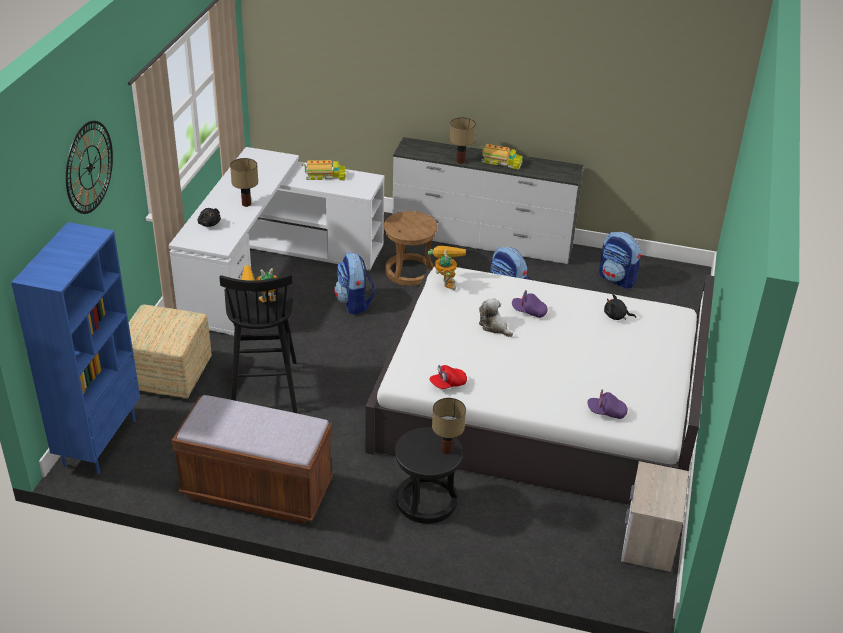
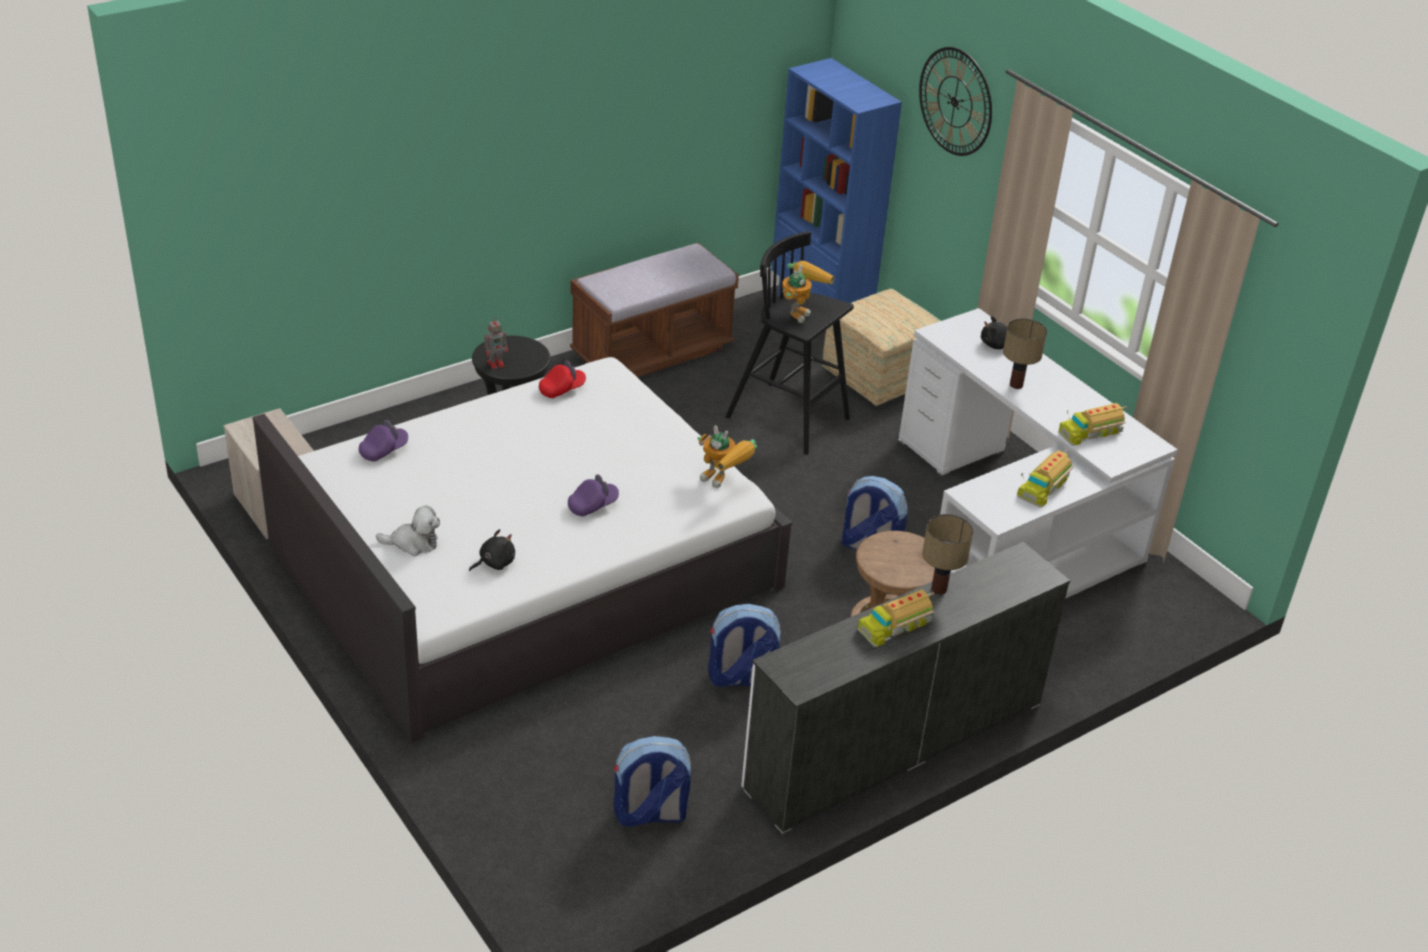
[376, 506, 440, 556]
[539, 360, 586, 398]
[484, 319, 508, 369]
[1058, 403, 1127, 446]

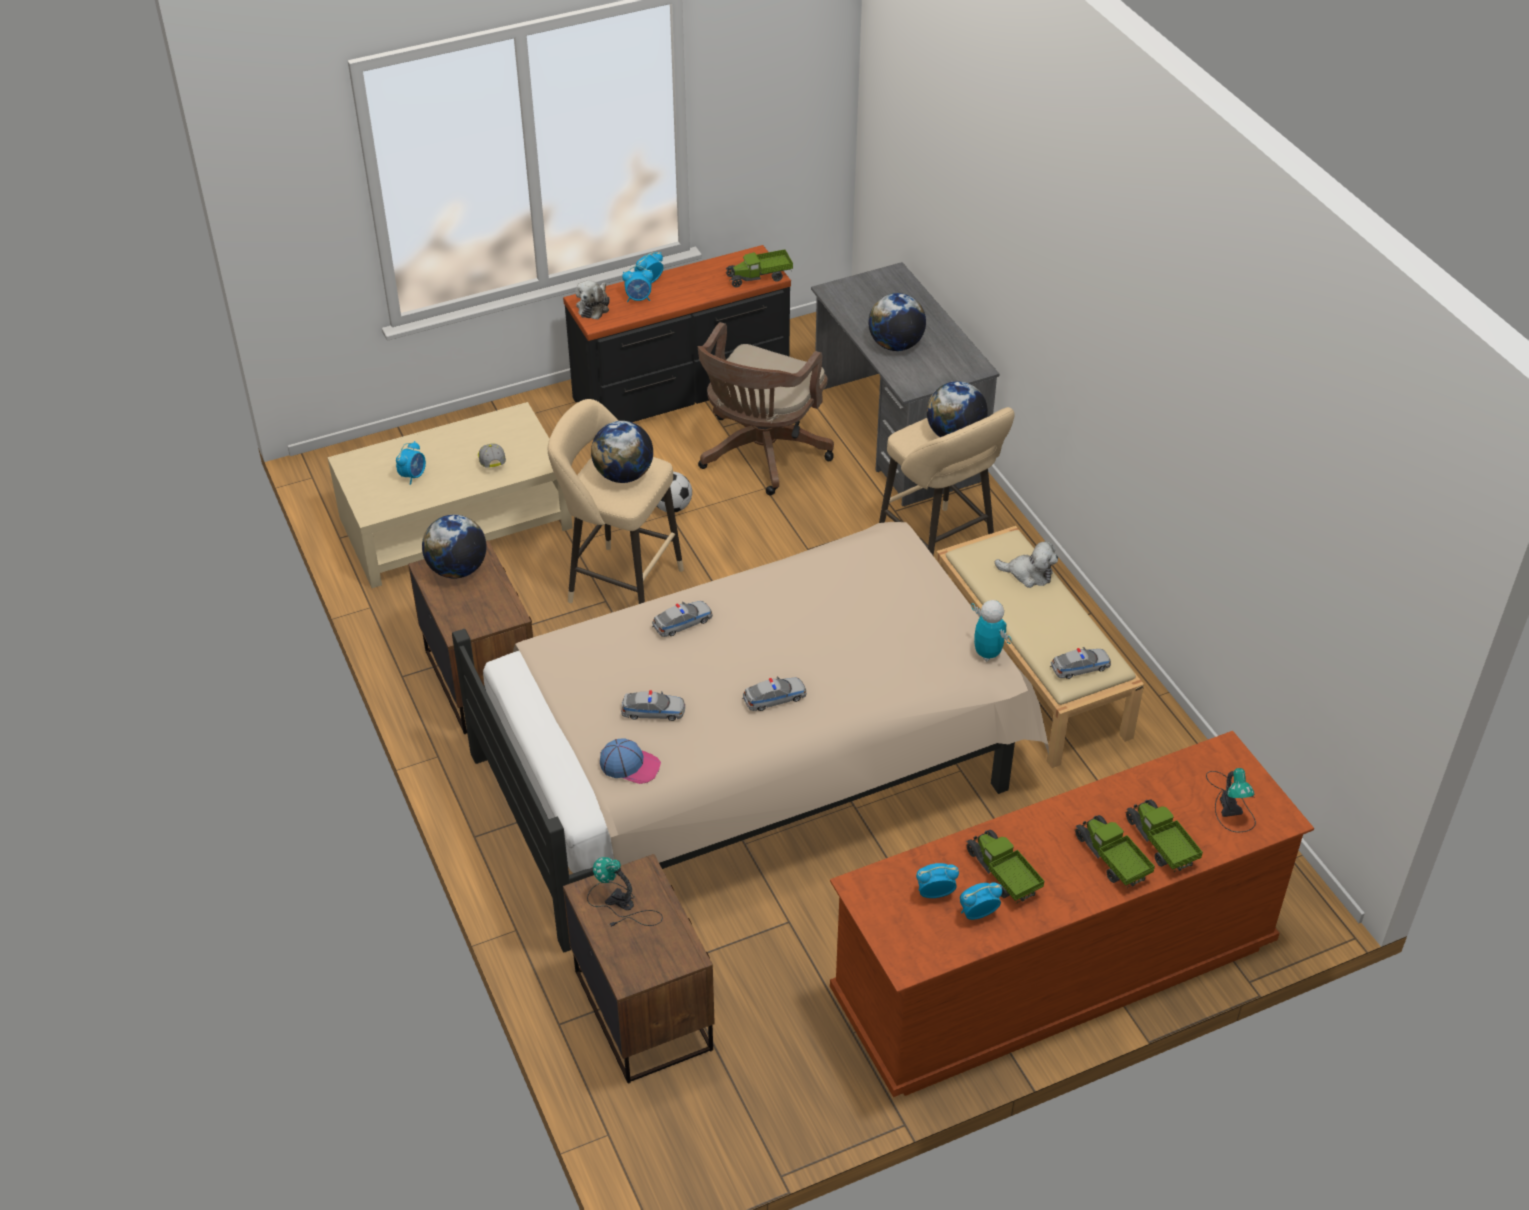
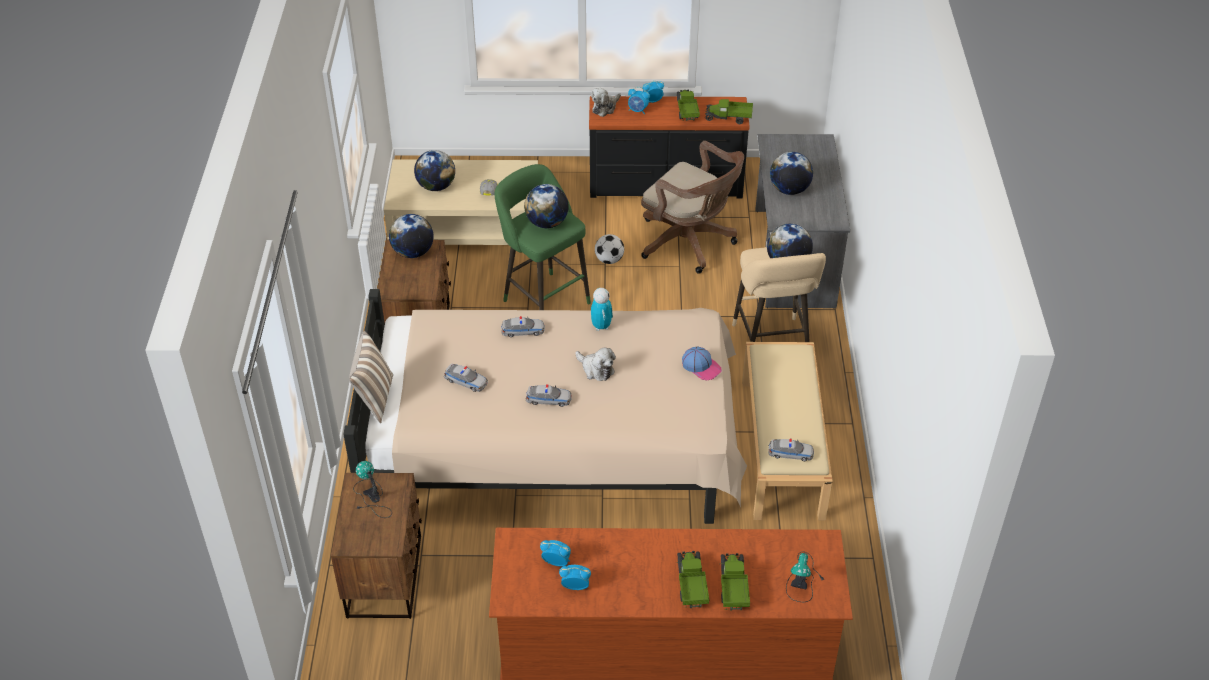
[641, 141, 744, 274]
[495, 164, 591, 310]
[414, 150, 455, 191]
[575, 347, 616, 381]
[591, 288, 613, 331]
[682, 346, 722, 380]
[676, 90, 700, 121]
[349, 331, 393, 423]

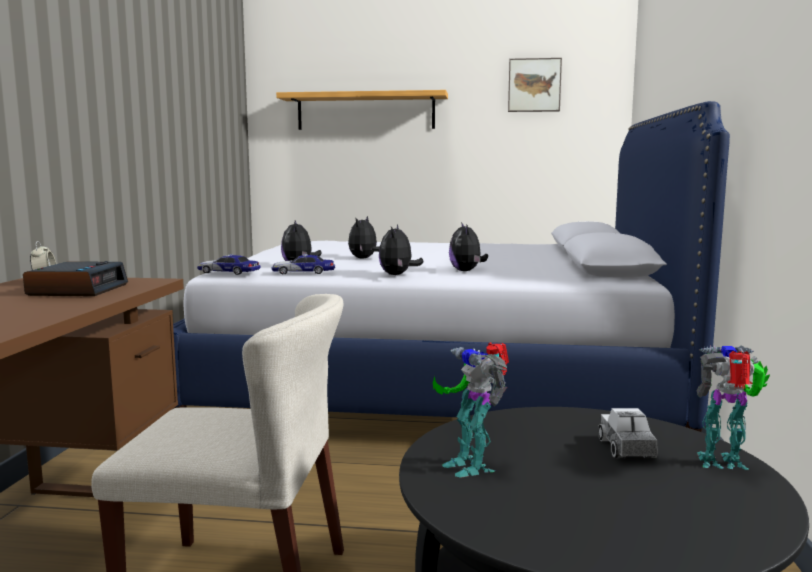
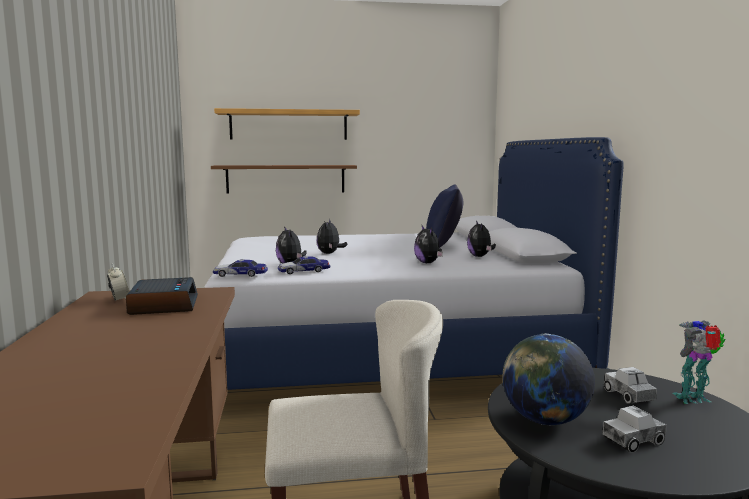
[508, 58, 562, 112] (first image)
[467, 221, 496, 257]
[502, 334, 595, 425]
[211, 165, 357, 194]
[426, 184, 463, 247]
[602, 406, 666, 453]

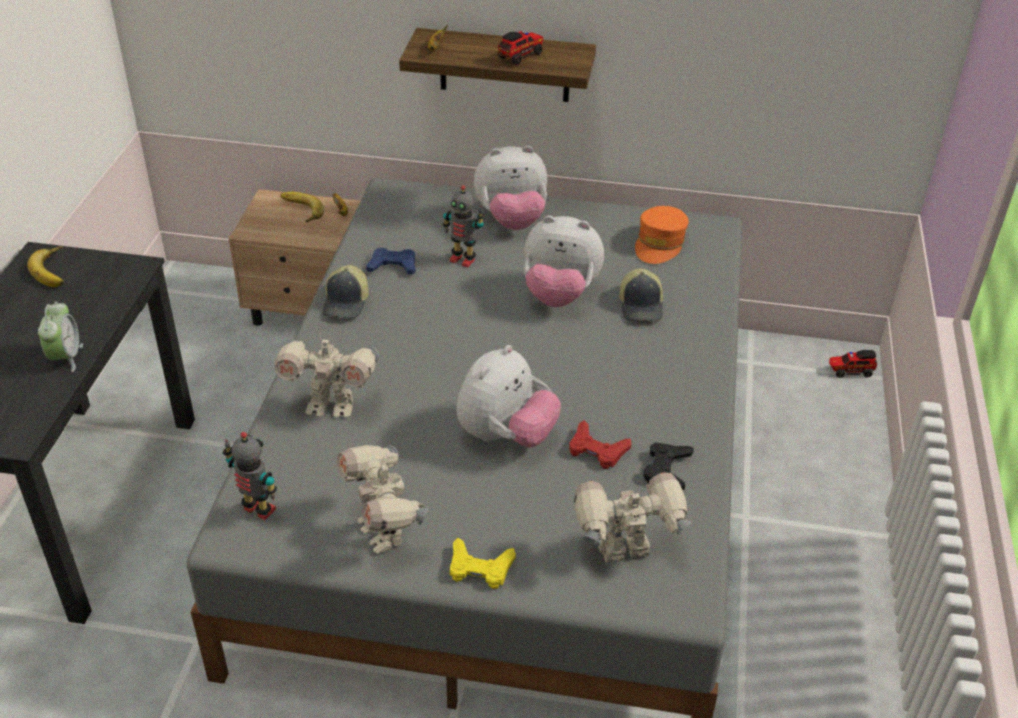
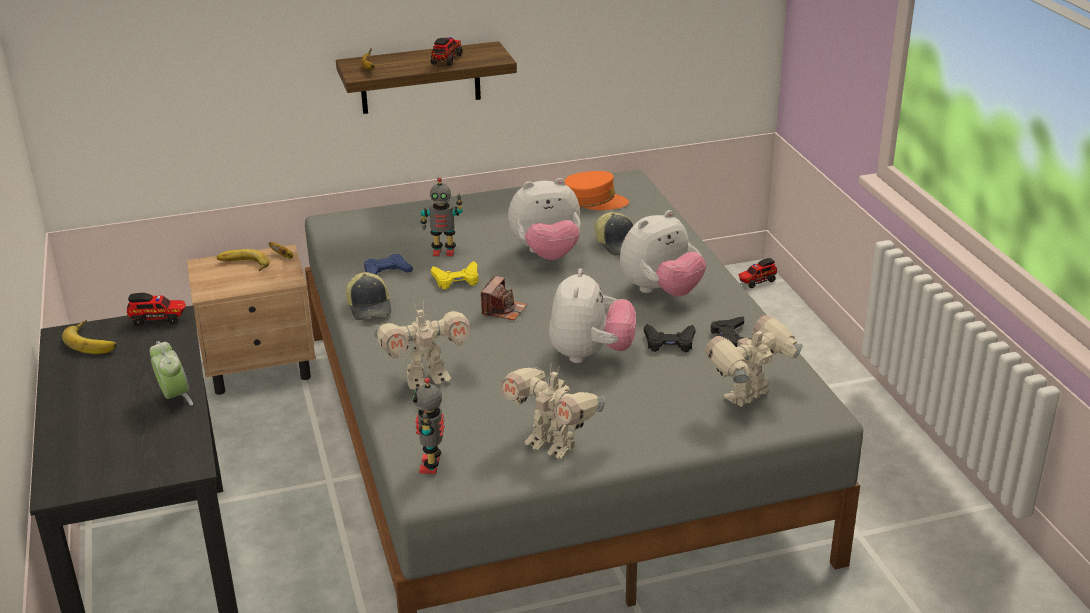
[620, 210, 706, 297]
[564, 171, 629, 210]
[644, 324, 696, 352]
[413, 378, 445, 474]
[431, 261, 478, 289]
[481, 276, 527, 320]
[127, 293, 186, 327]

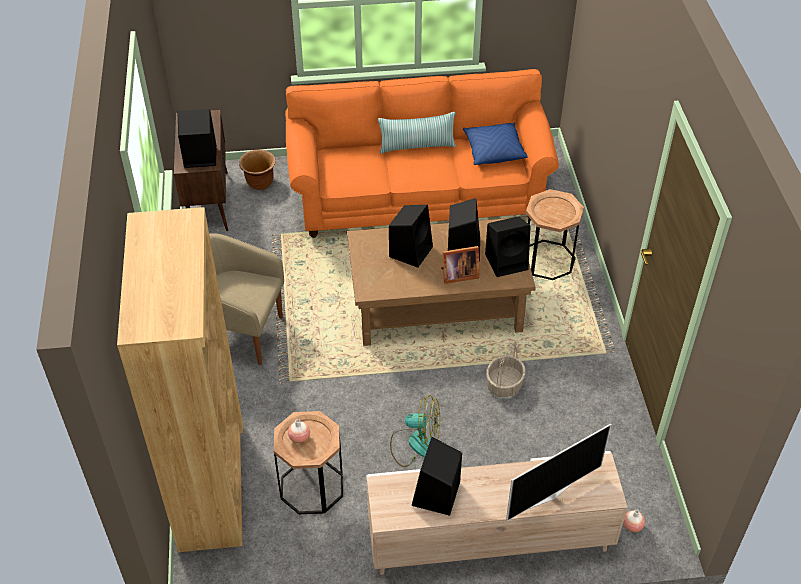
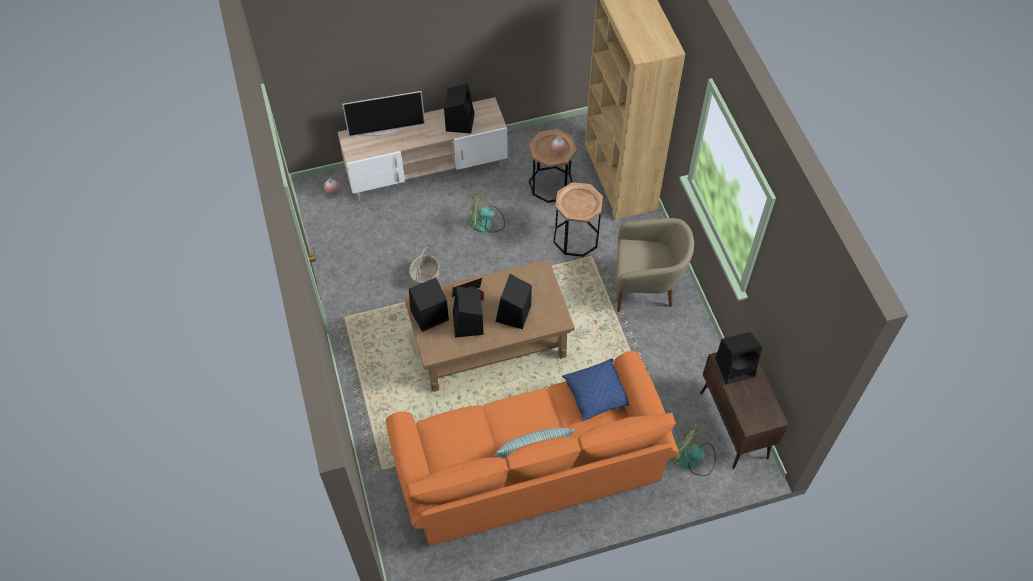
[562, 359, 629, 421]
[671, 427, 716, 476]
[553, 182, 603, 257]
[342, 91, 425, 137]

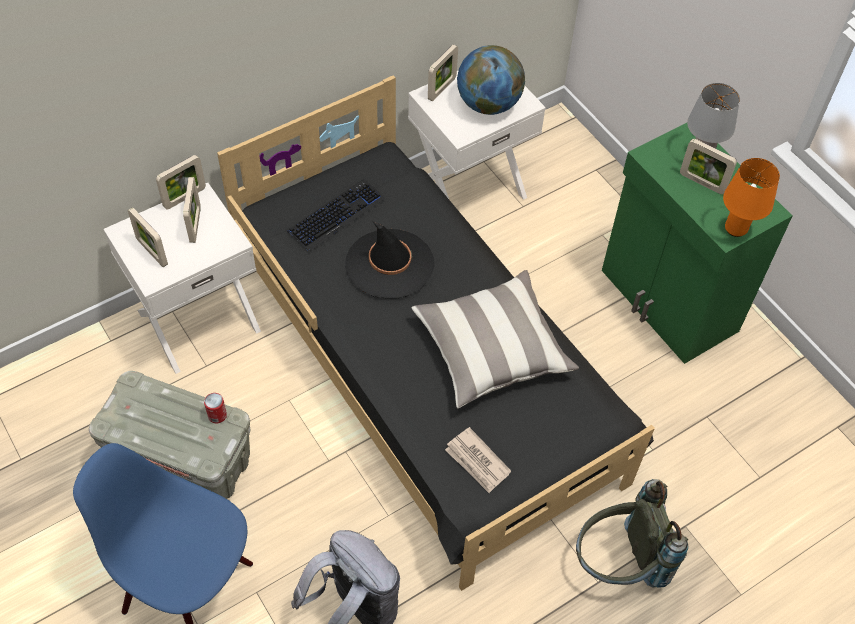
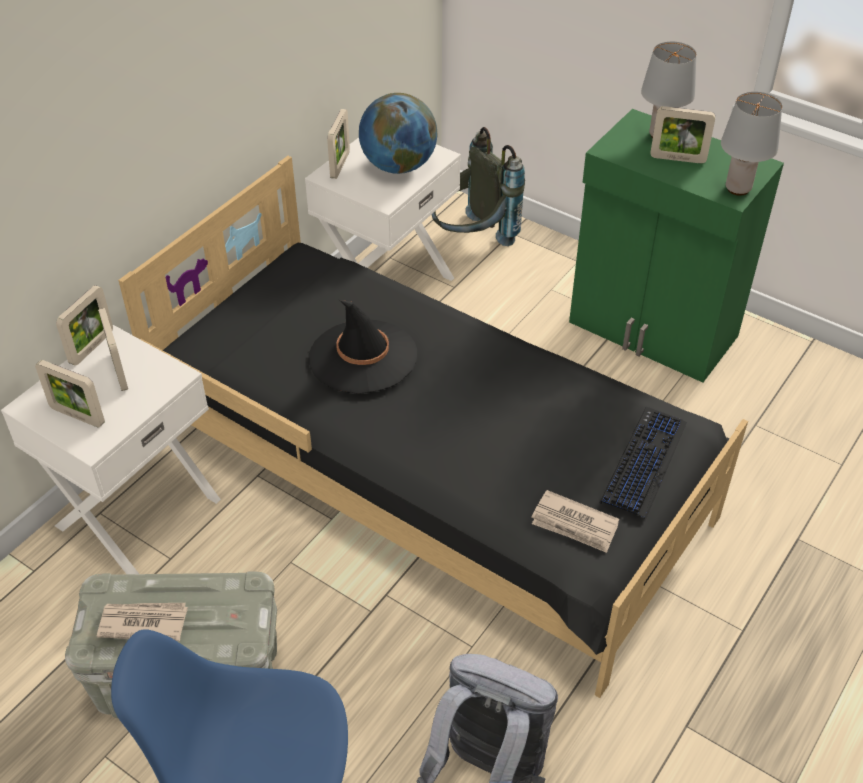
[721, 92, 782, 196]
[600, 407, 687, 519]
[412, 270, 579, 408] (first image)
[204, 393, 227, 423] (first image)
[432, 127, 525, 246]
[97, 603, 188, 641]

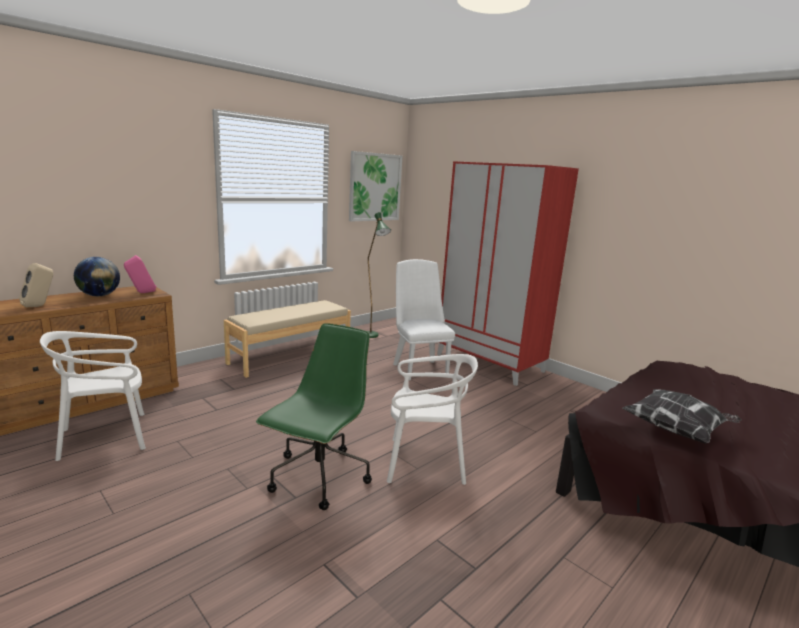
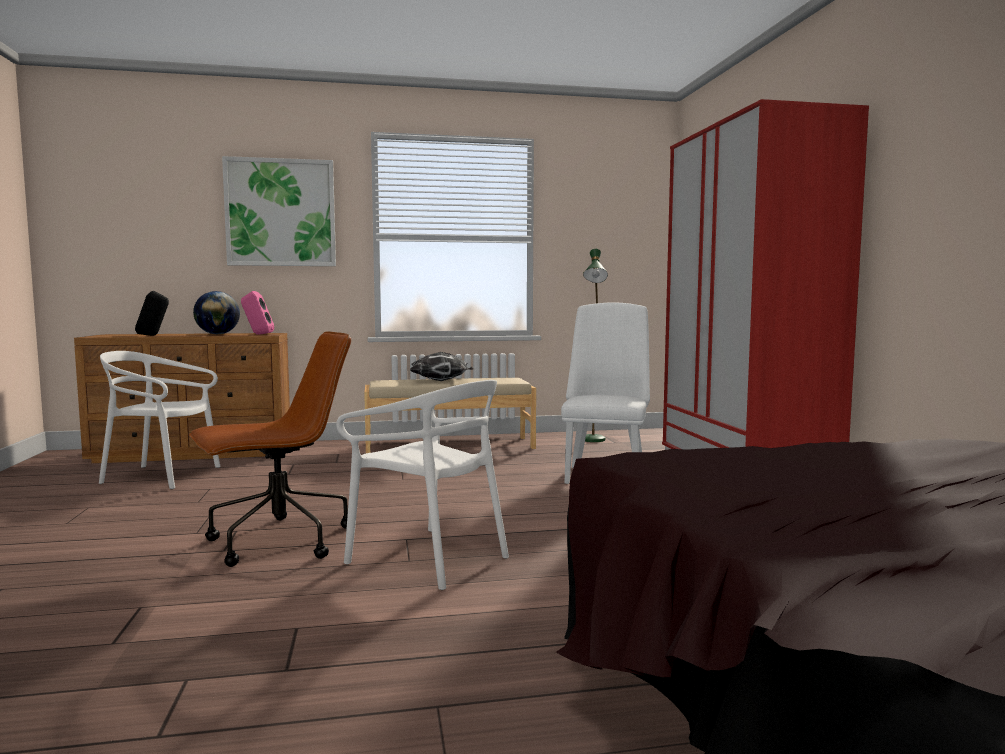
[222, 156, 336, 266]
[135, 291, 169, 336]
[189, 331, 351, 567]
[410, 352, 475, 381]

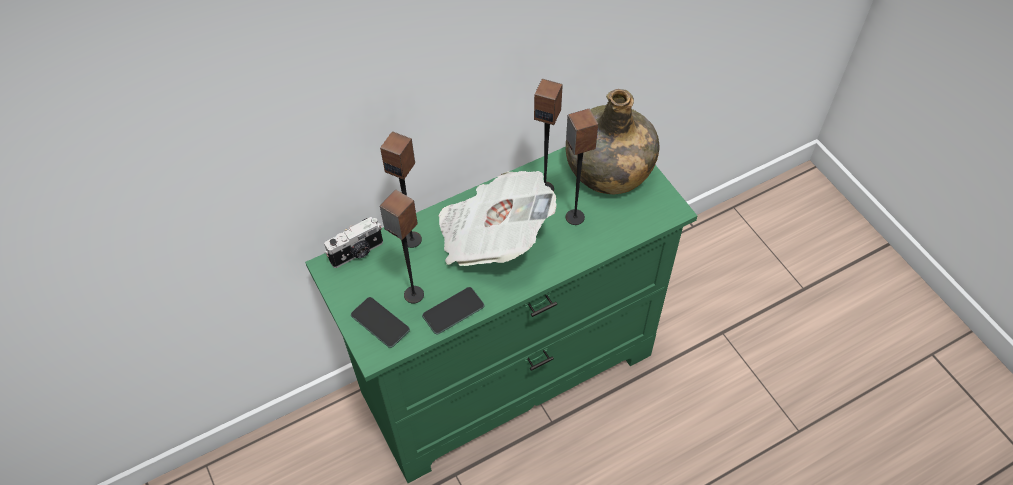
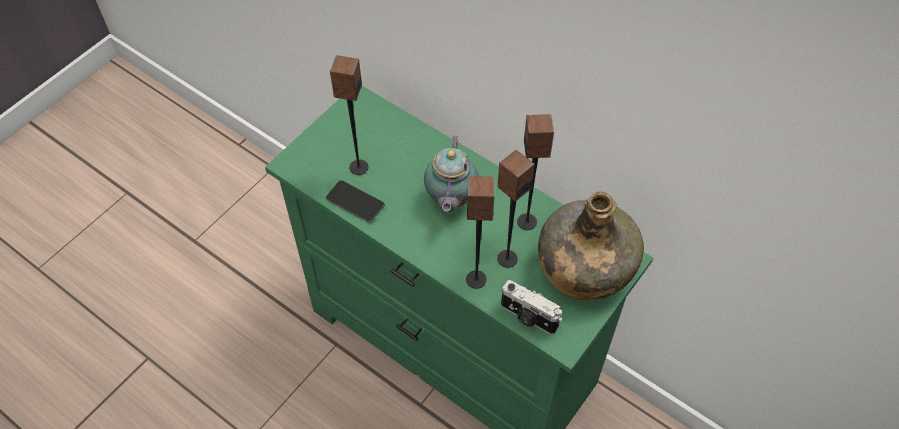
[466, 176, 495, 289]
[424, 136, 478, 212]
[501, 280, 562, 335]
[351, 297, 410, 348] (first image)

